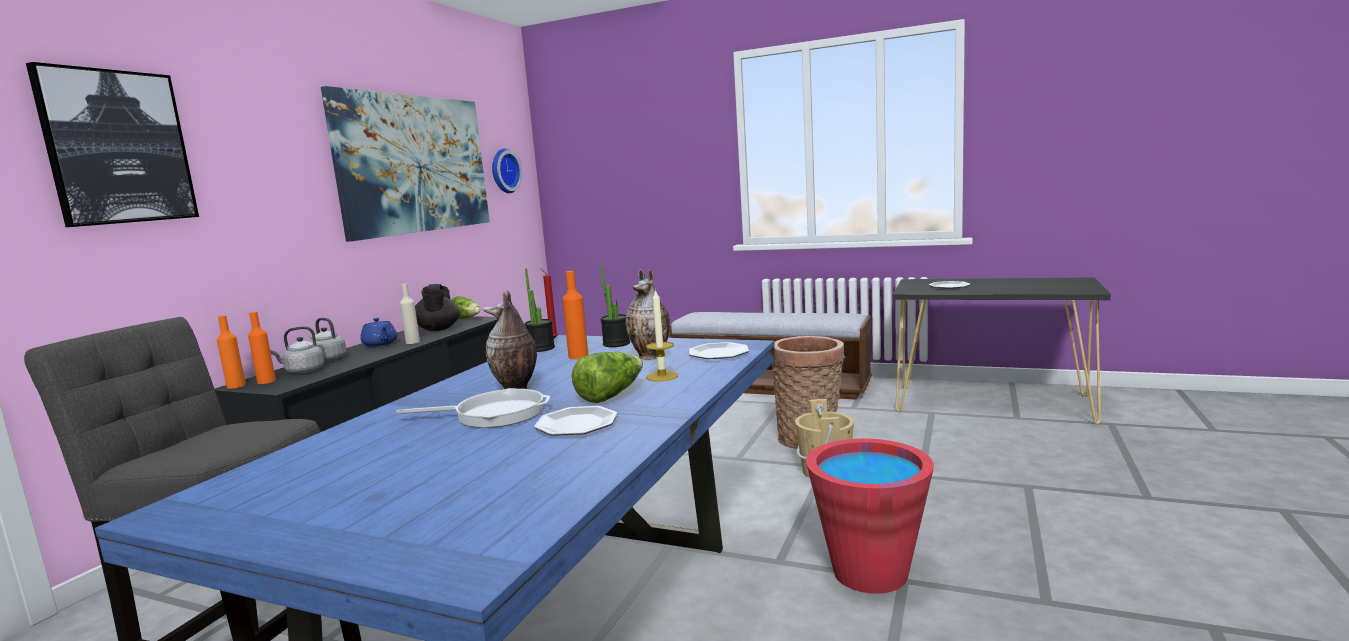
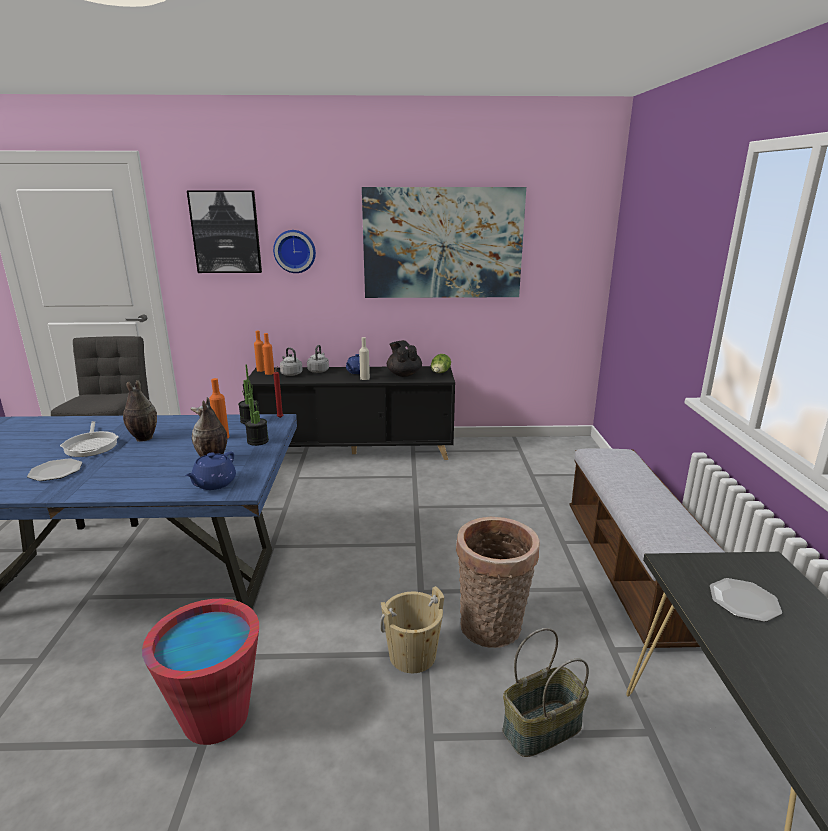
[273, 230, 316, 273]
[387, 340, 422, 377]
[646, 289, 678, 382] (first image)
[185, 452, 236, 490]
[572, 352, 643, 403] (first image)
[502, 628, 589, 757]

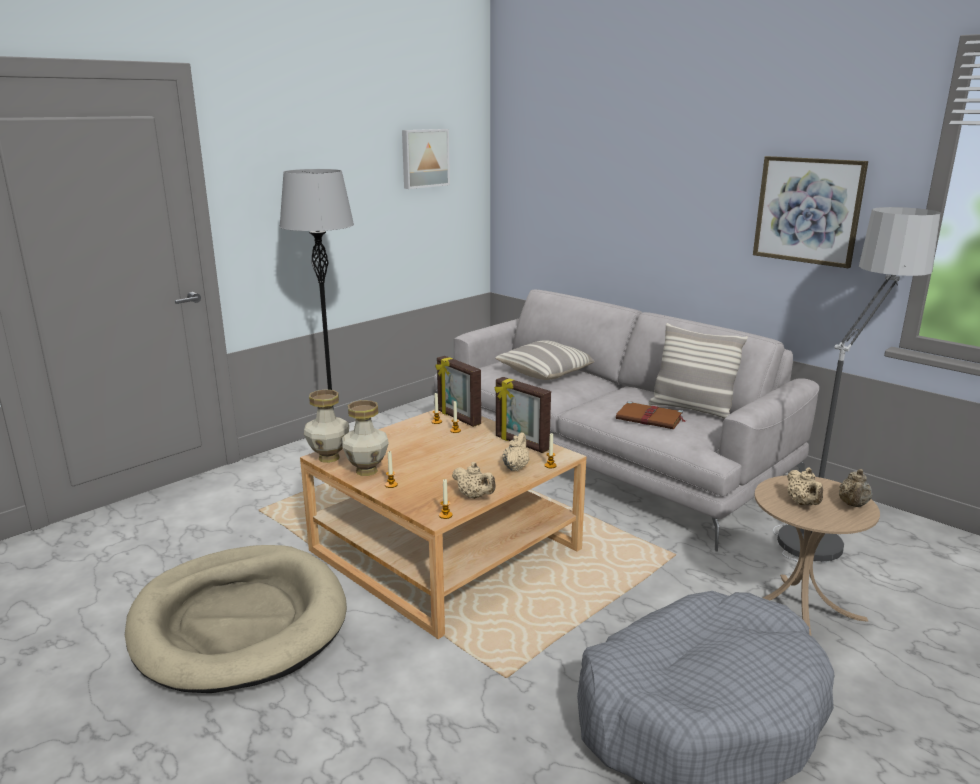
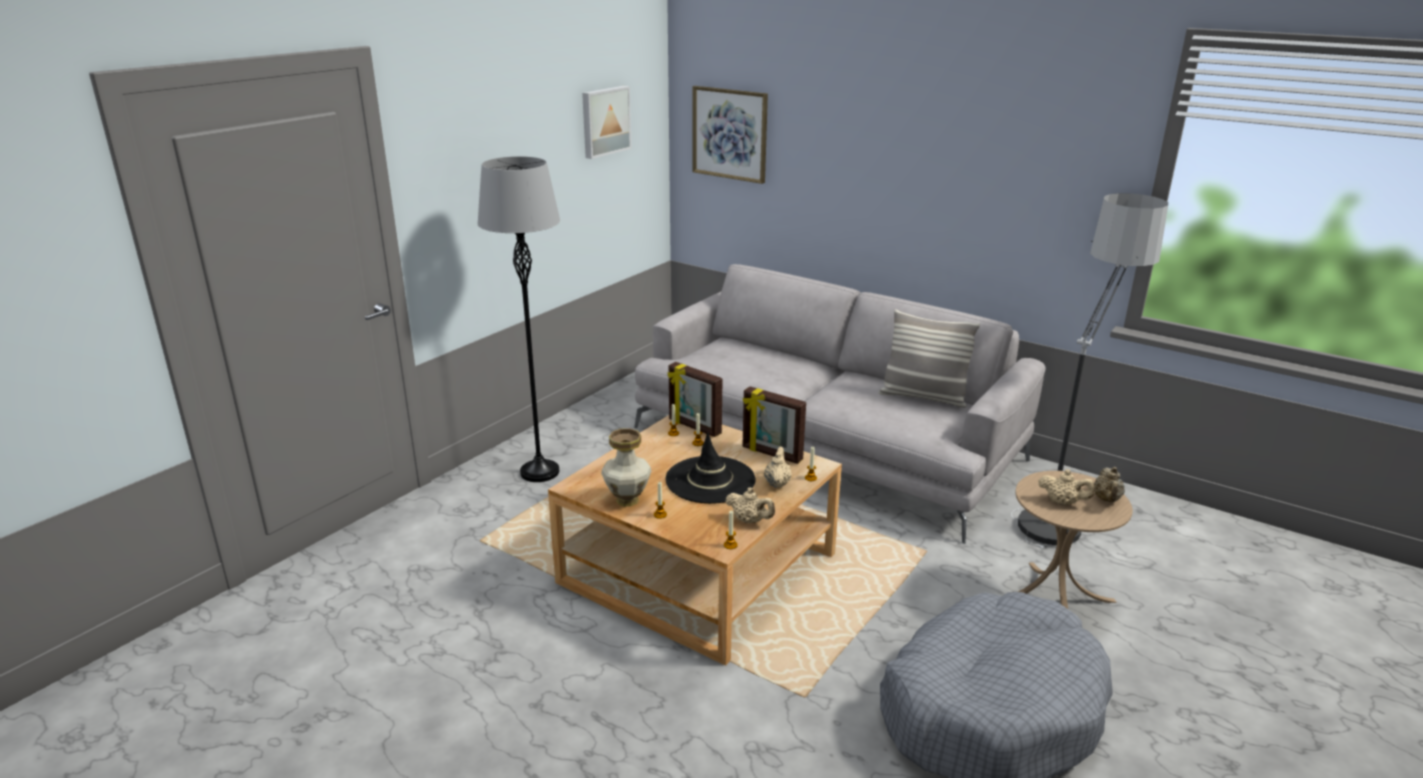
[693, 86, 768, 184]
[495, 340, 594, 380] (first image)
[304, 389, 349, 463] (first image)
[616, 401, 687, 429] (first image)
[1038, 469, 1095, 505]
[125, 545, 347, 693] (first image)
[665, 432, 756, 504]

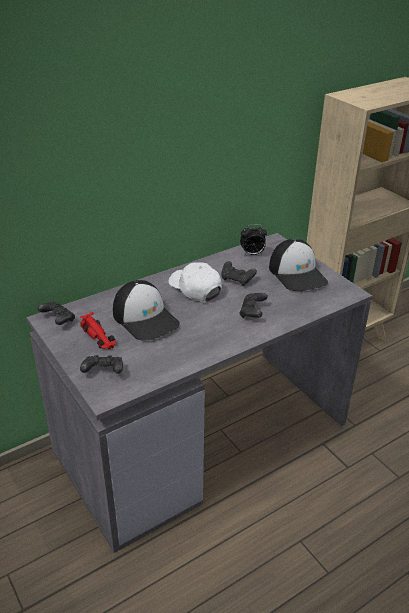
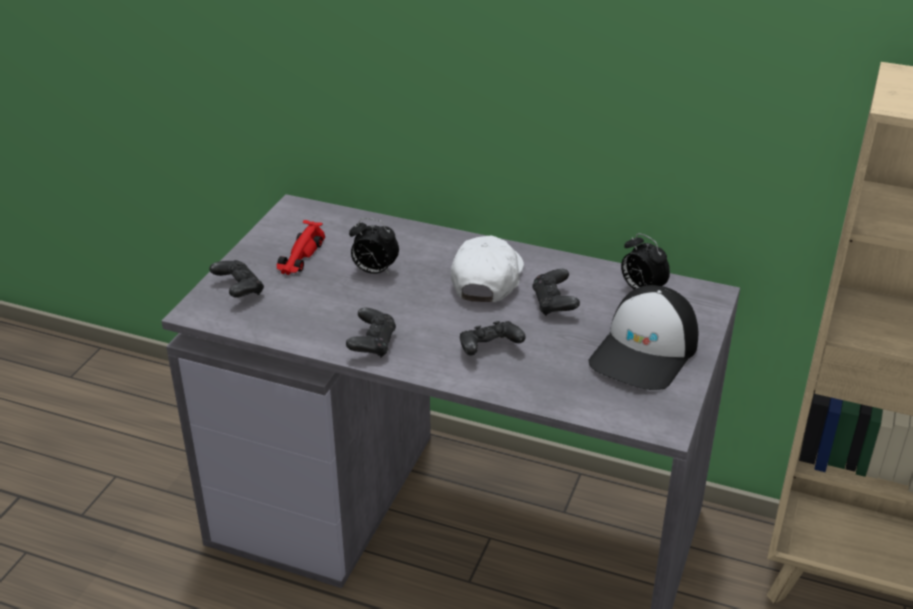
[349, 218, 399, 275]
[346, 308, 396, 358]

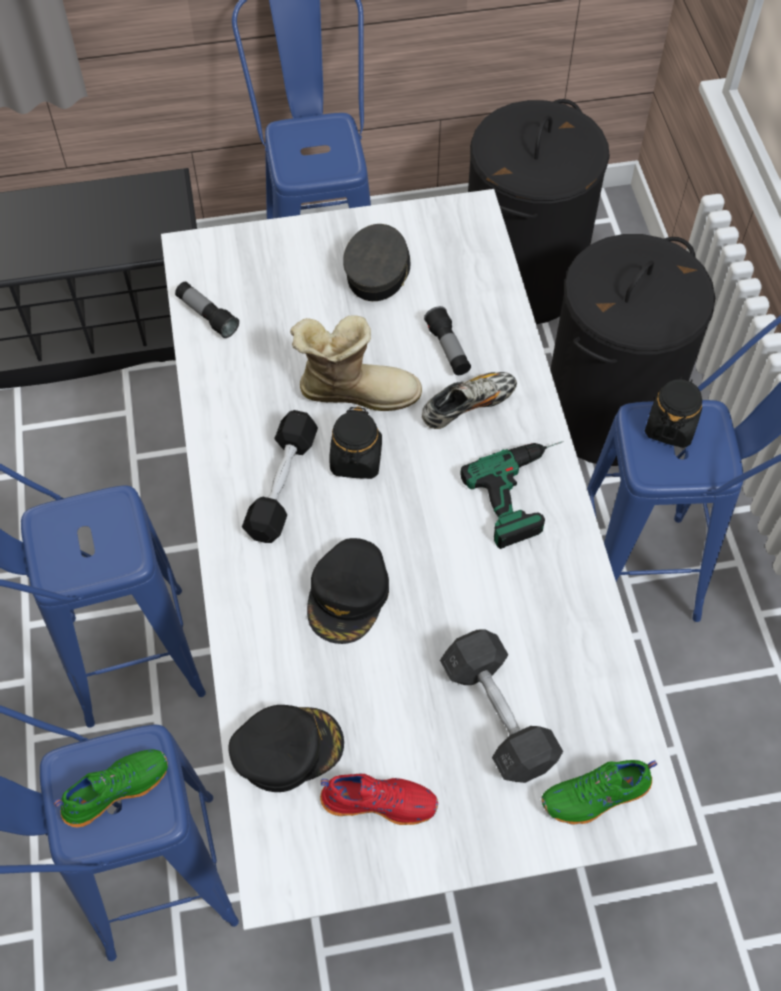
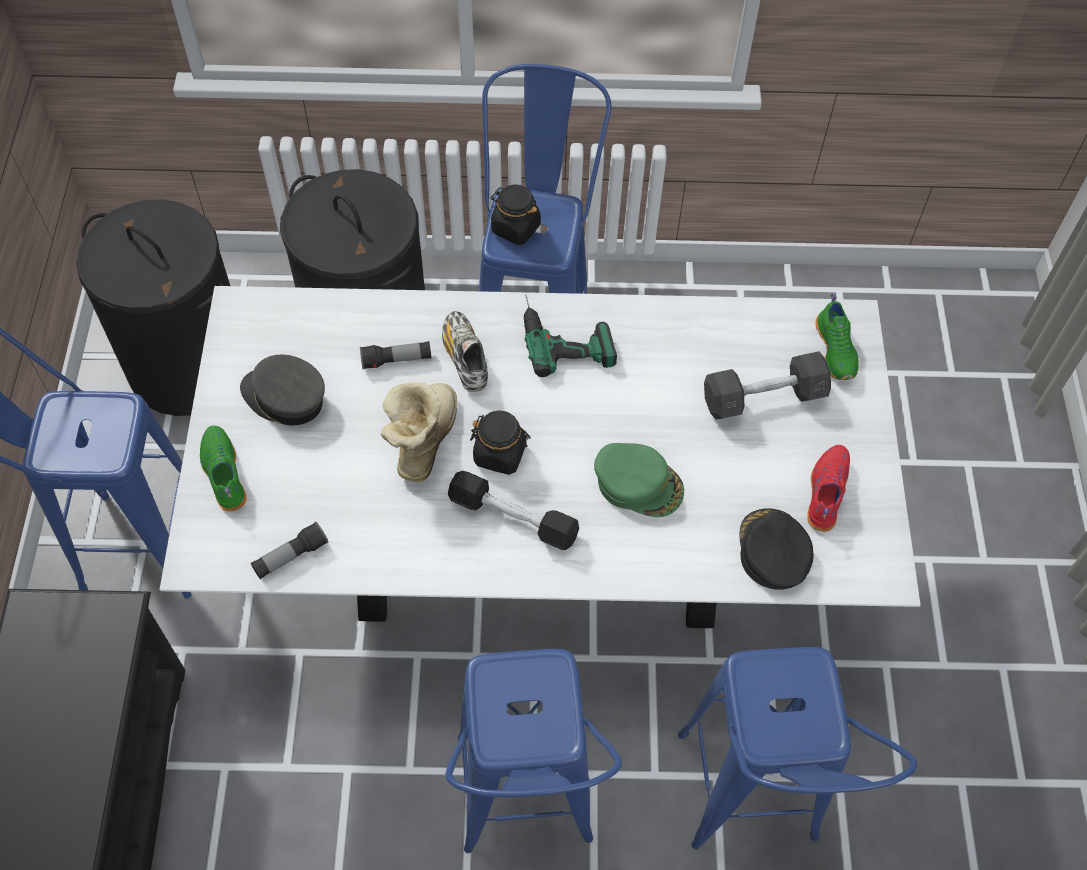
[594, 443, 684, 517]
[200, 425, 247, 512]

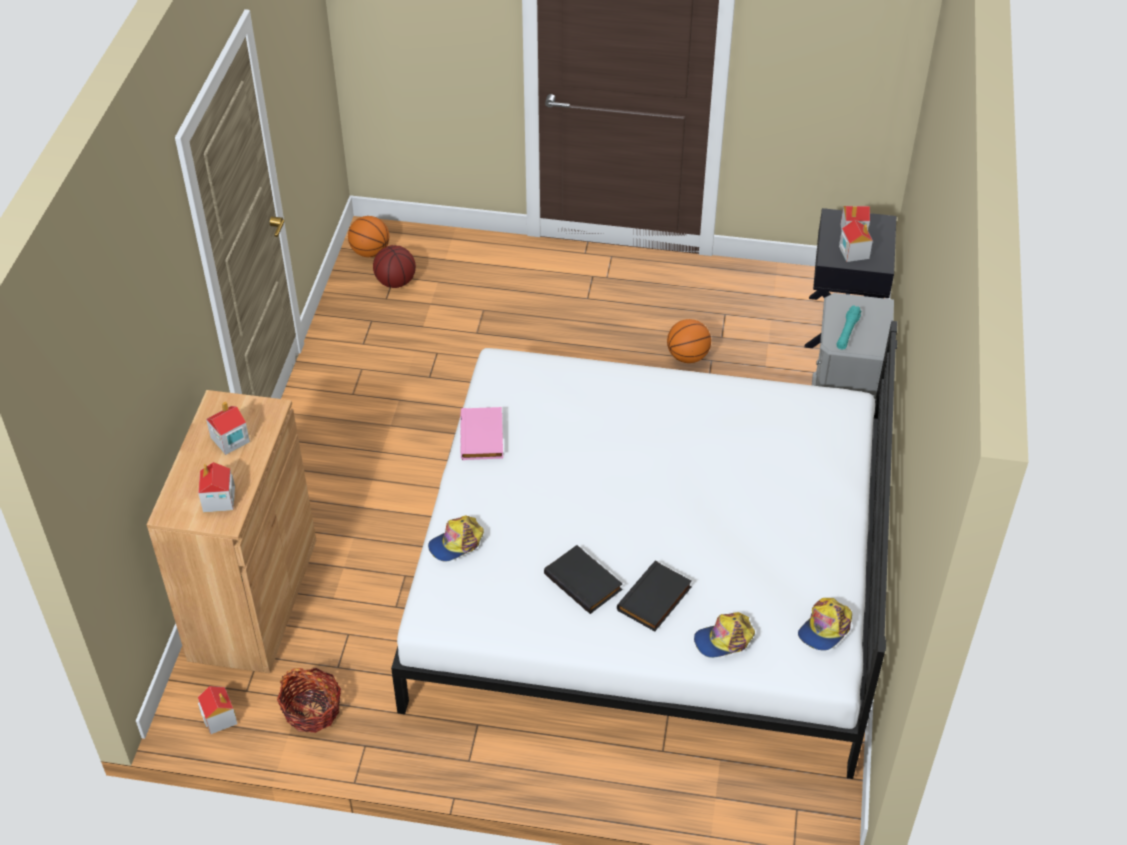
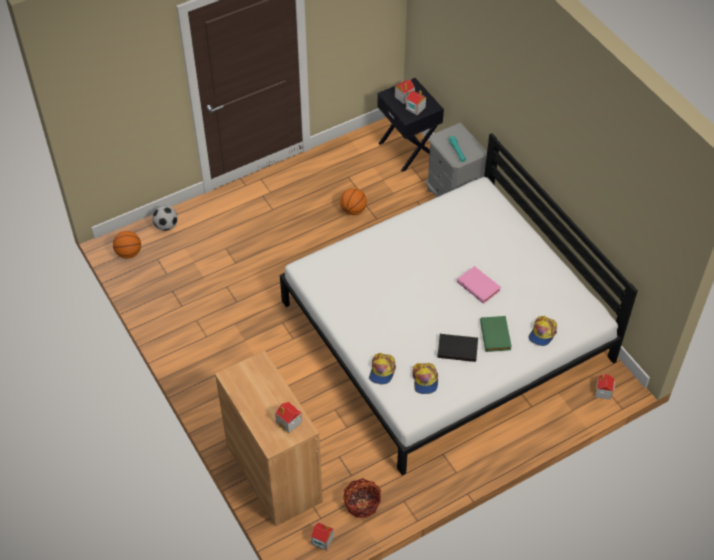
[373, 245, 416, 288] (first image)
[594, 374, 615, 400]
[457, 266, 501, 304]
[480, 316, 512, 352]
[412, 363, 438, 394]
[152, 206, 178, 231]

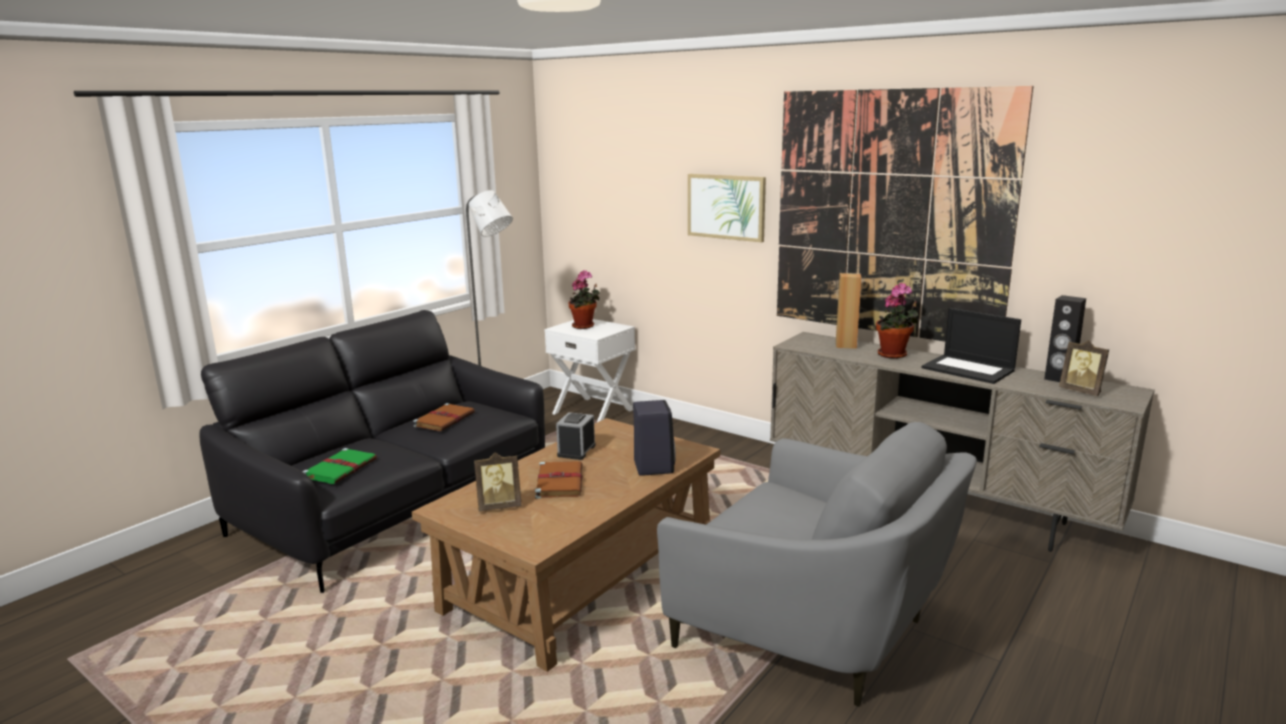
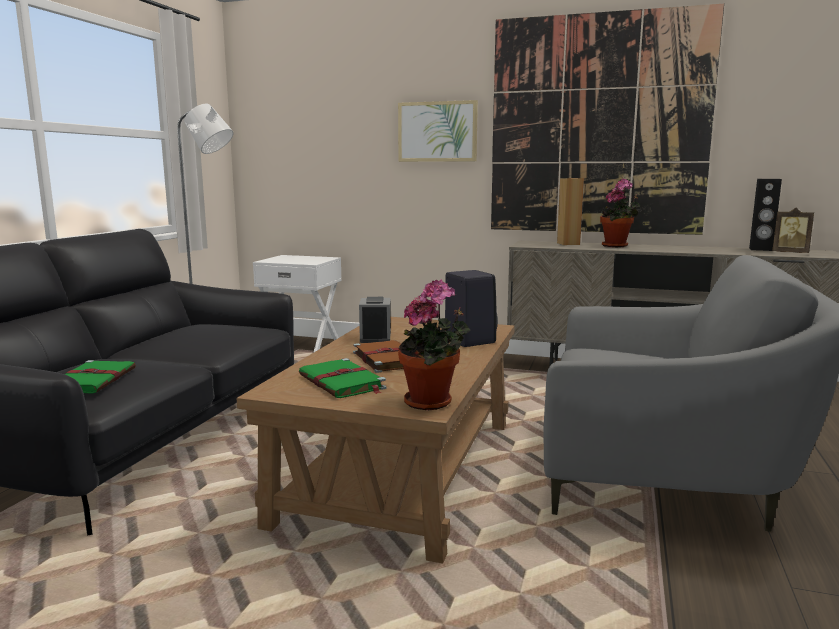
[398, 280, 470, 410]
[922, 308, 1021, 384] (first image)
[413, 403, 475, 431] (first image)
[299, 358, 386, 398]

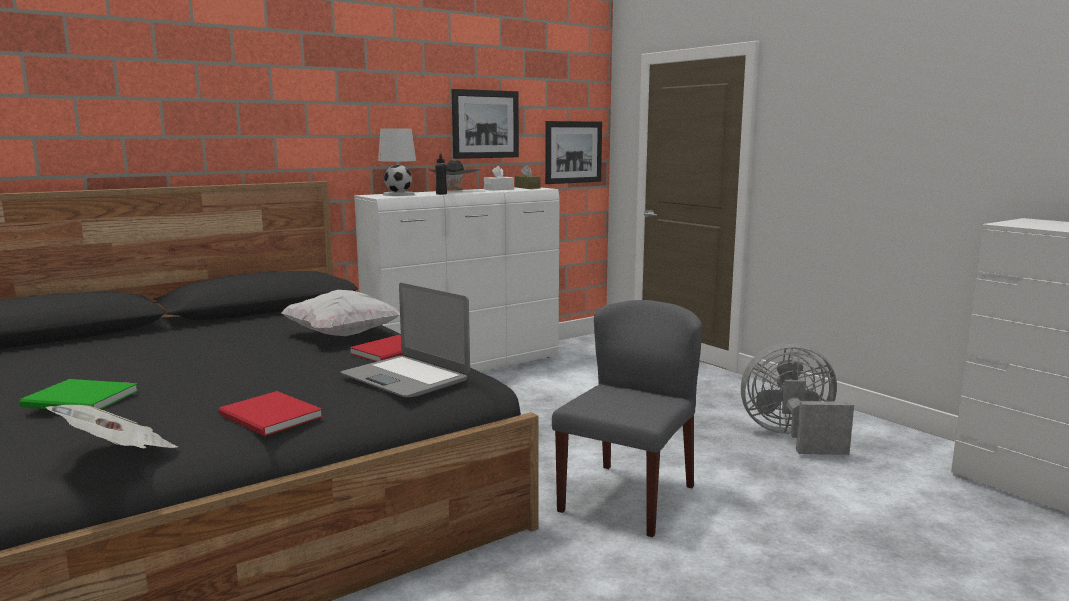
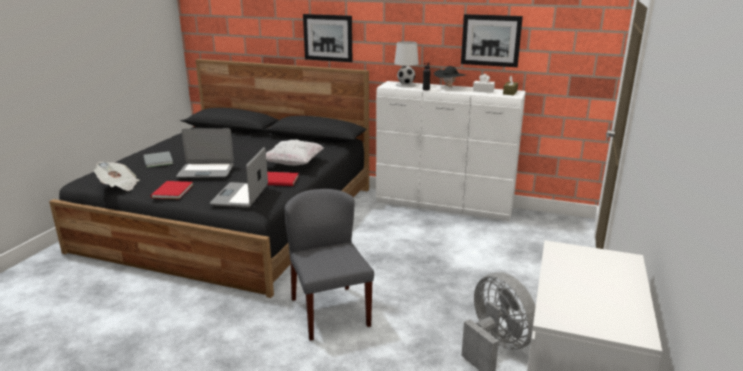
[303, 14, 352, 62]
[285, 189, 374, 341]
[143, 151, 173, 168]
[176, 128, 234, 177]

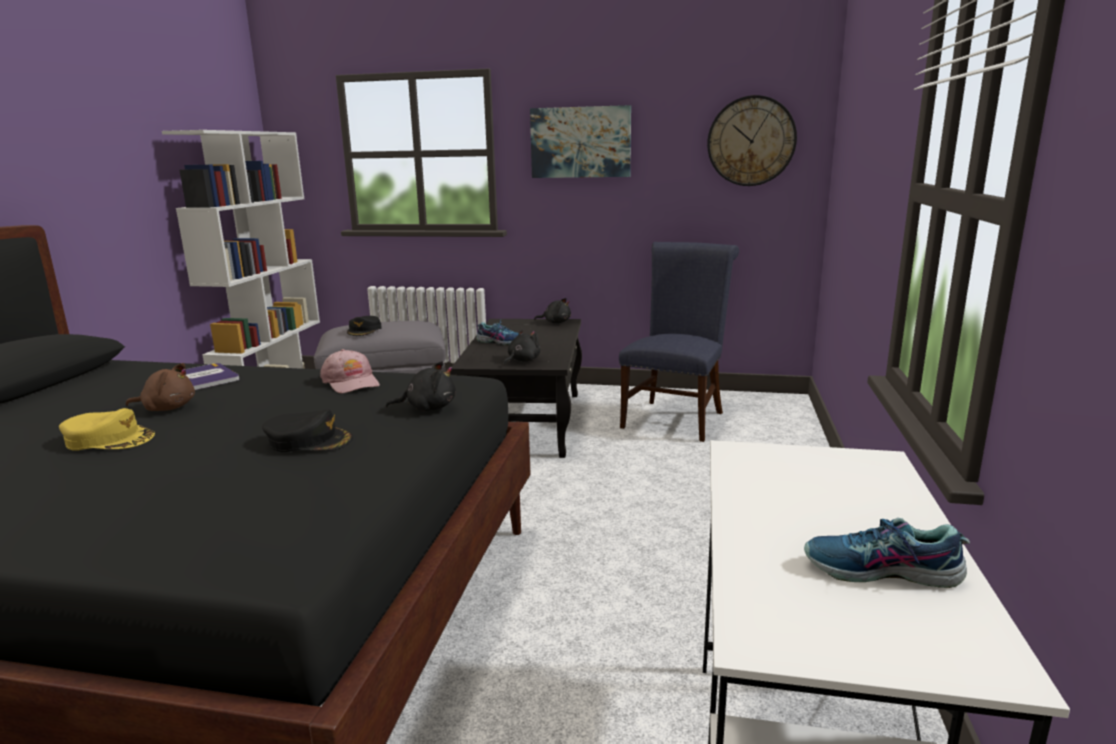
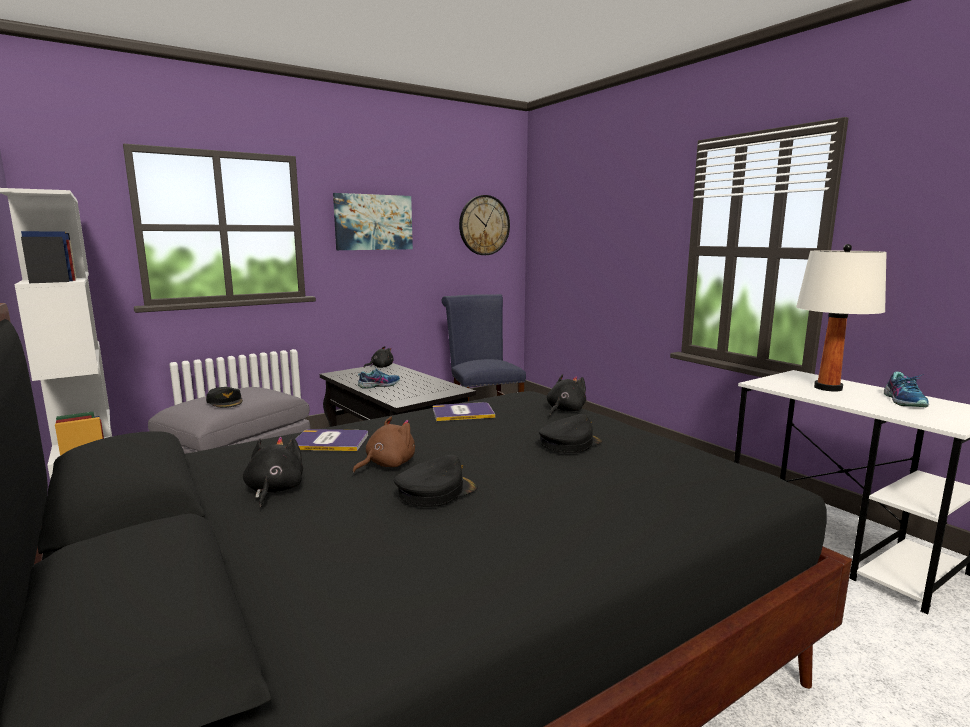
[243, 437, 303, 507]
[433, 402, 495, 421]
[394, 455, 478, 507]
[884, 371, 929, 407]
[796, 244, 887, 392]

